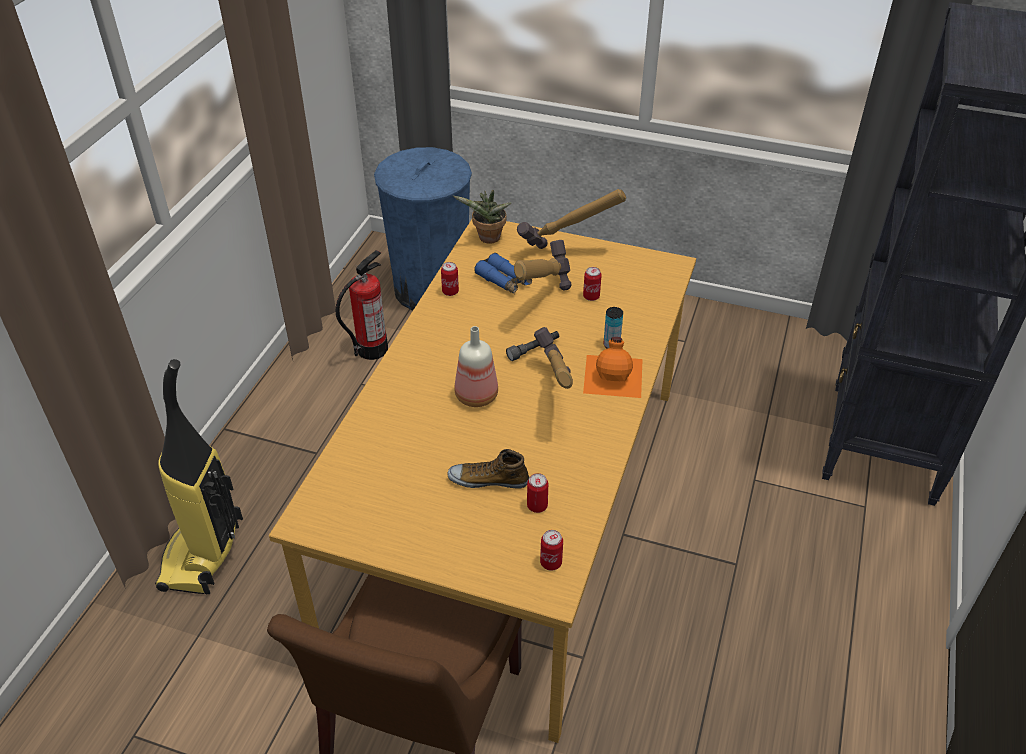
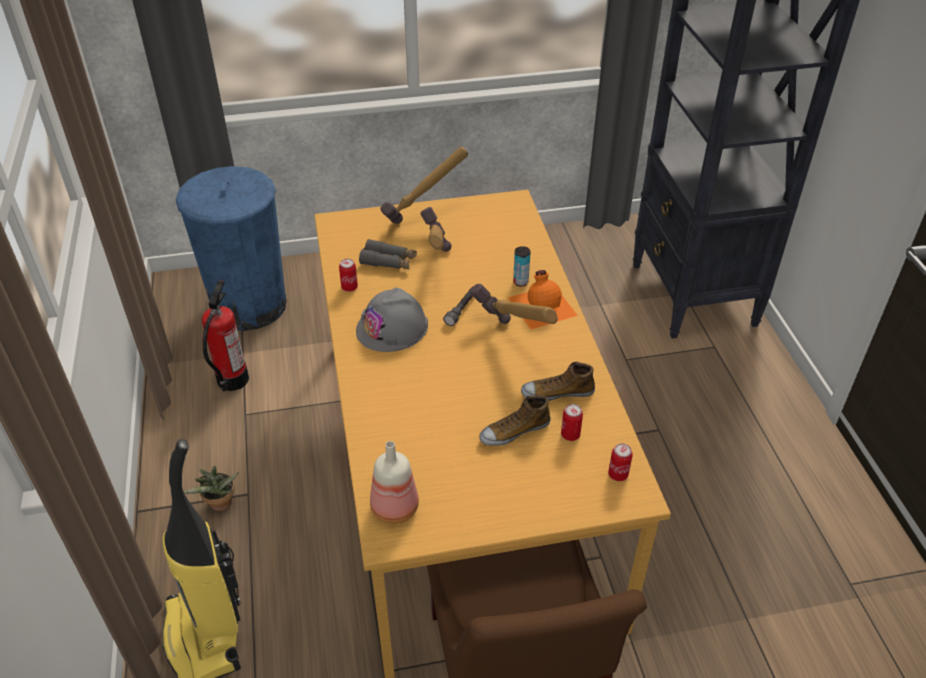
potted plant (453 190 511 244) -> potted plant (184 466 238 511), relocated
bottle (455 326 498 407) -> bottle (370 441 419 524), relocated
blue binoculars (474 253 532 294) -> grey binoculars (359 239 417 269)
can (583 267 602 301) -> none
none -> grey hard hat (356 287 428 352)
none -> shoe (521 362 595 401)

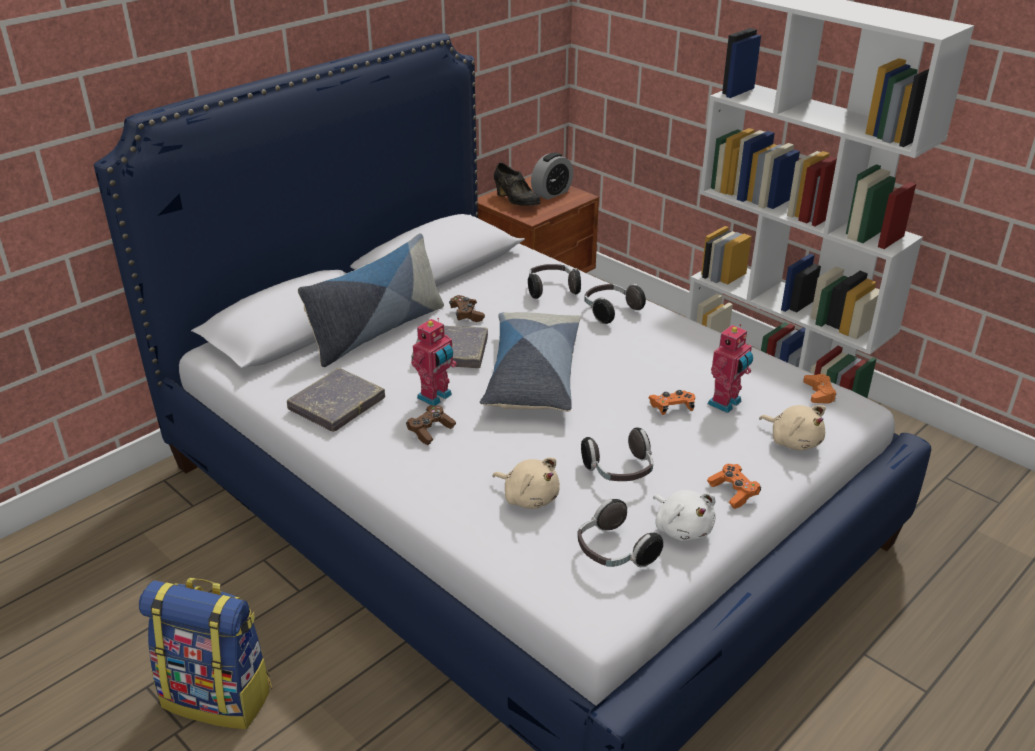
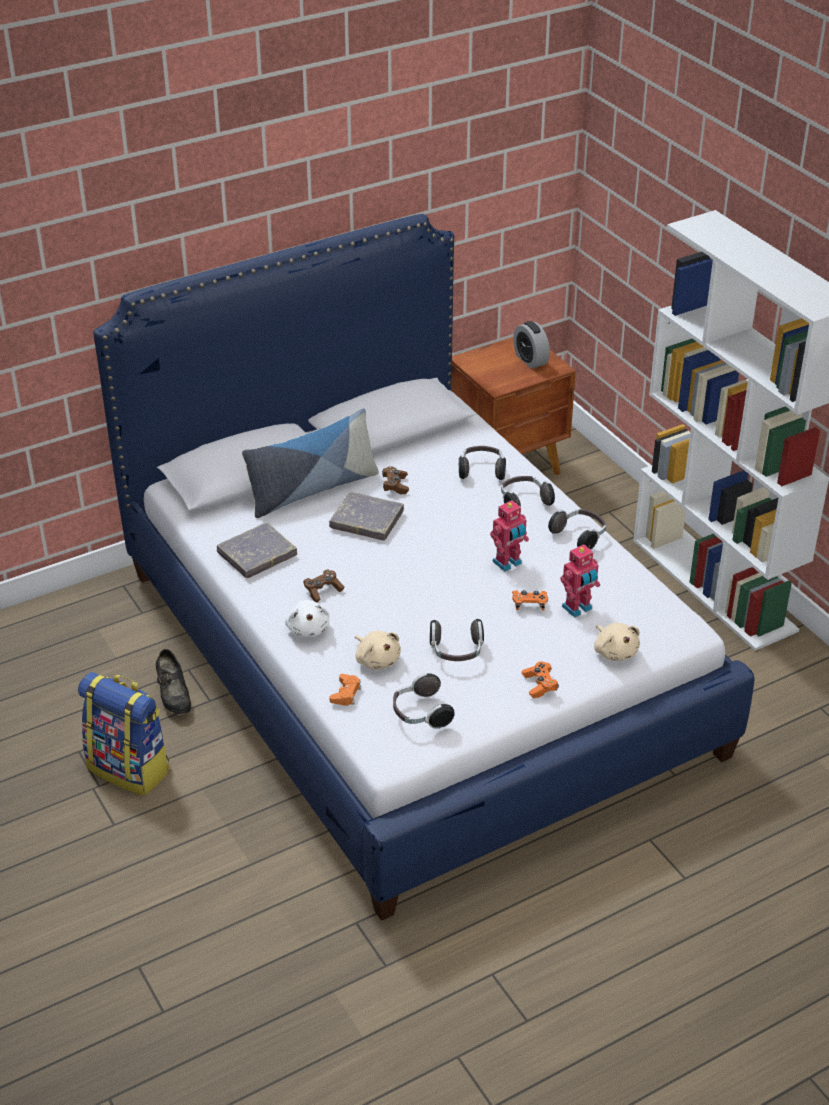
toy robot (411 318 457 406) -> toy robot (490 501 529 572), relocated
pillow (480 312 580 412) -> none
black shoe (494 163 540 206) -> black shoe (156 649 191 714), relocated
alarm clock (531 152 573 200) -> alarm clock (513 321 550 369), 90 degrees clockwise
white plush toy (653 490 716 541) -> white plush toy (285 600 329 637), relocated
orange game controller (803 374 837 404) -> orange game controller (330 674 361 706), relocated
none -> headphones (548 509 606 550)

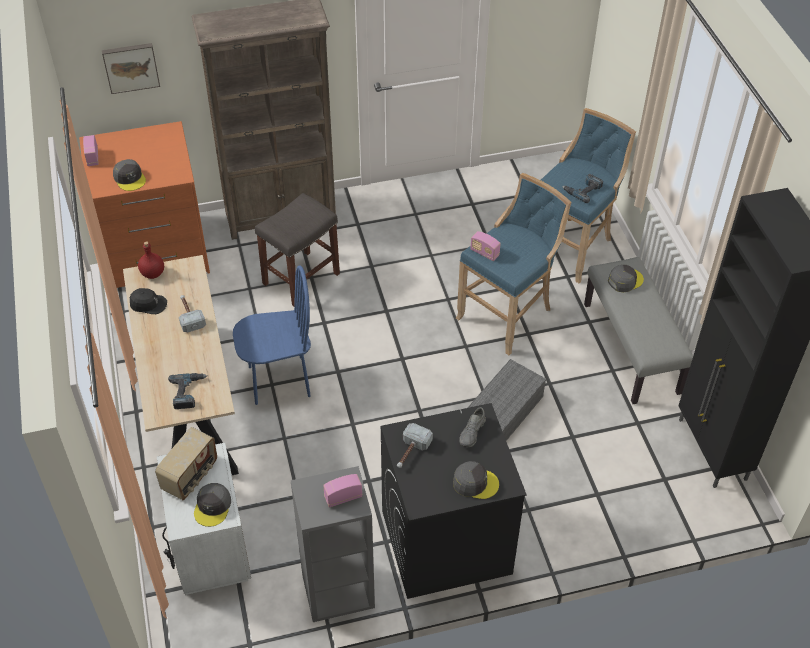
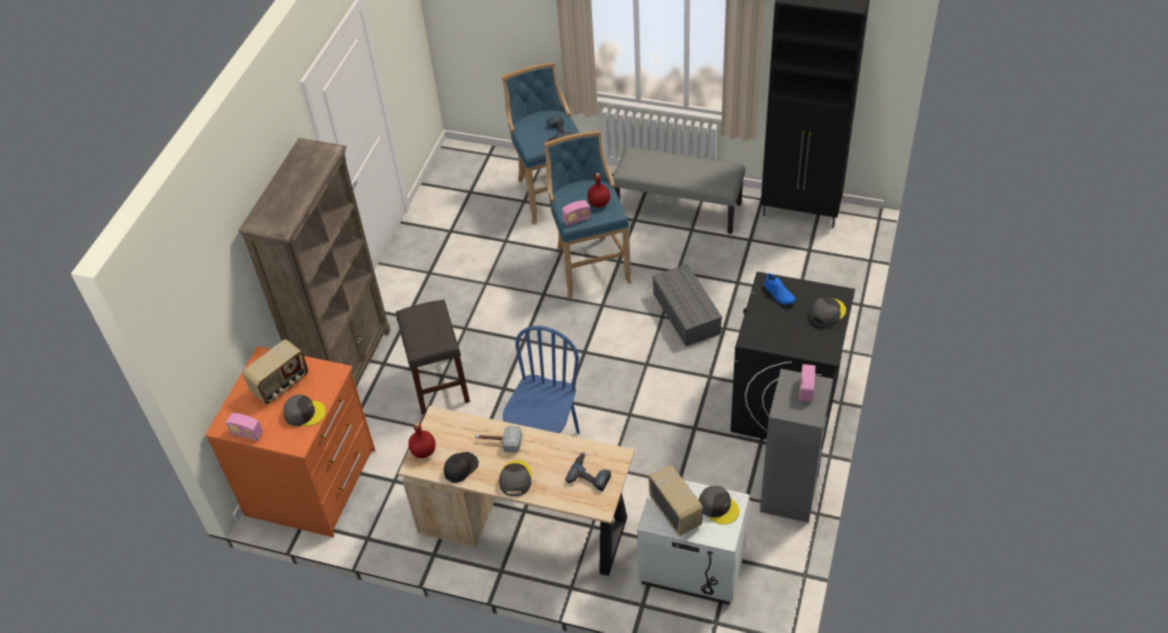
picture (102 43 160 94) -> none
hammer (397 423 433 468) -> none
grey shoe (459 407 486 447) -> blue shoe (764 273 795 305)
grey cap (608 265 644 292) -> grey cap (499 460 532 496), relocated
none -> radio (242 339 308 404)
none -> red bottle (587 173 610 207)

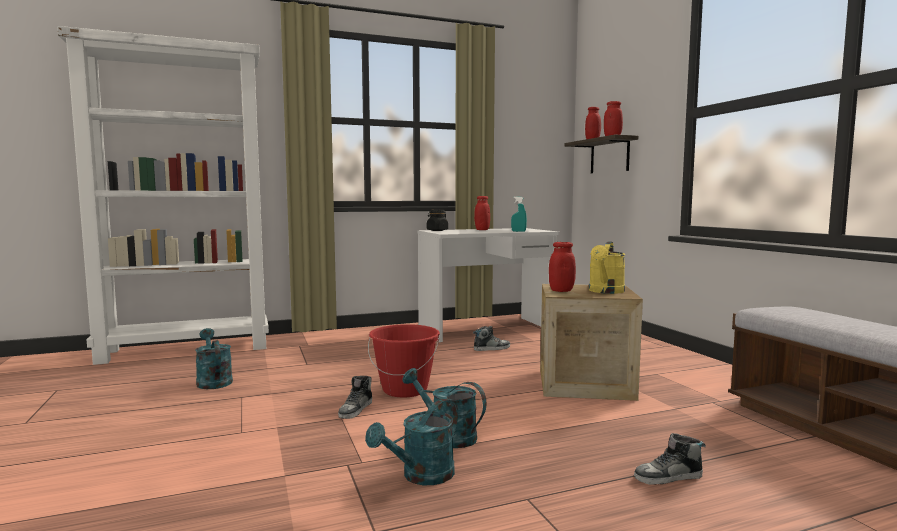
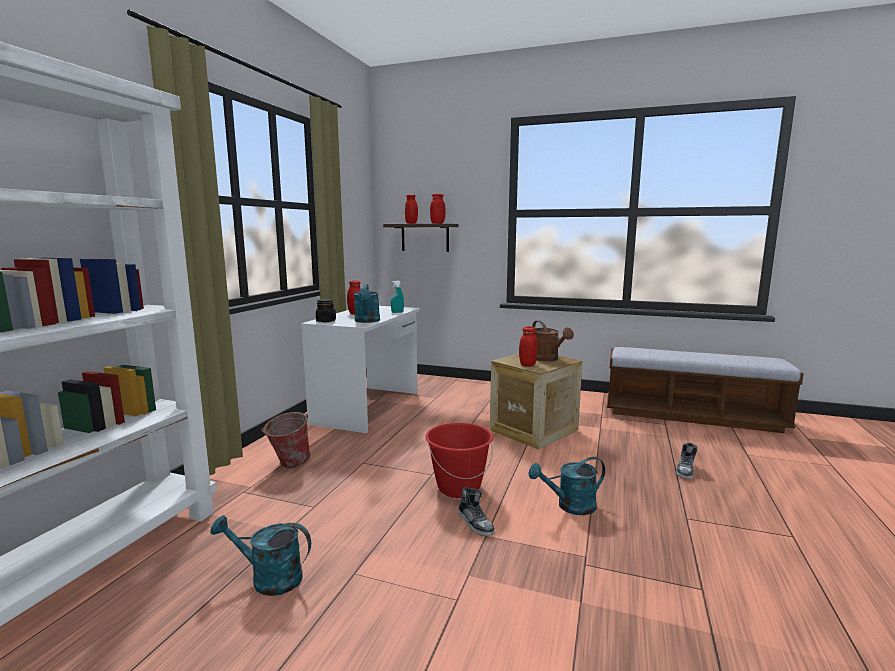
turquoise watering can (365 398 458 485) -> turquoise watering can (354 284 380 323), relocated
shoe (473 326 510 351) -> none
yellow watering can (589 242 625 294) -> brown watering can (532 321 574 361)
none -> bucket (262 412 311 468)

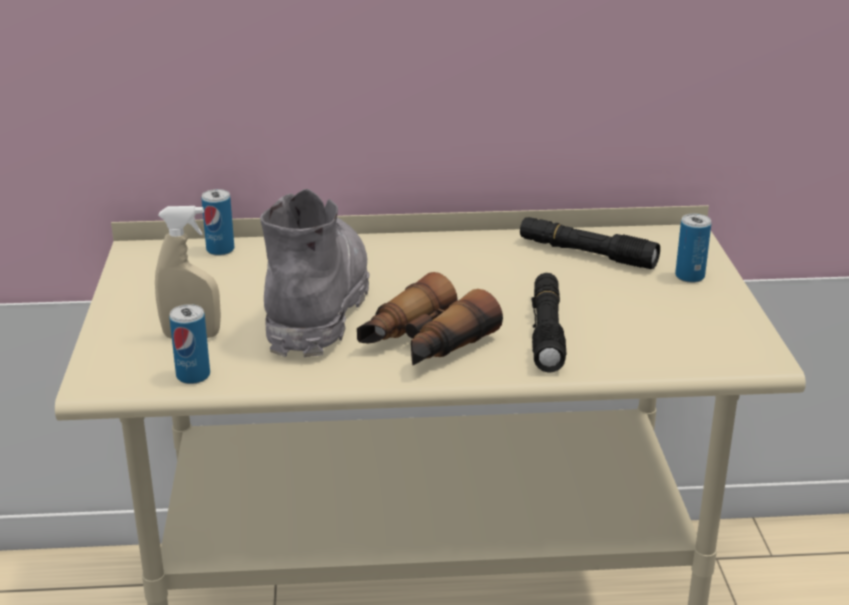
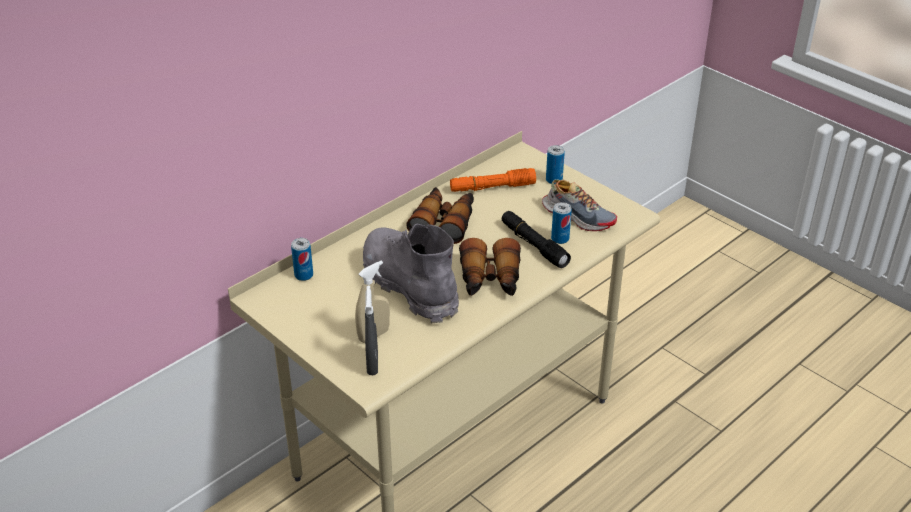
can (169 304 210 384) -> can (551 202 572 244), relocated
black flashlight (520 217 660 269) -> orange flashlight (450 168 536 192)
none -> grey spray bottle (365 285 378 375)
none -> binoculars (406 187 474 244)
none -> shoe (542 180 617 231)

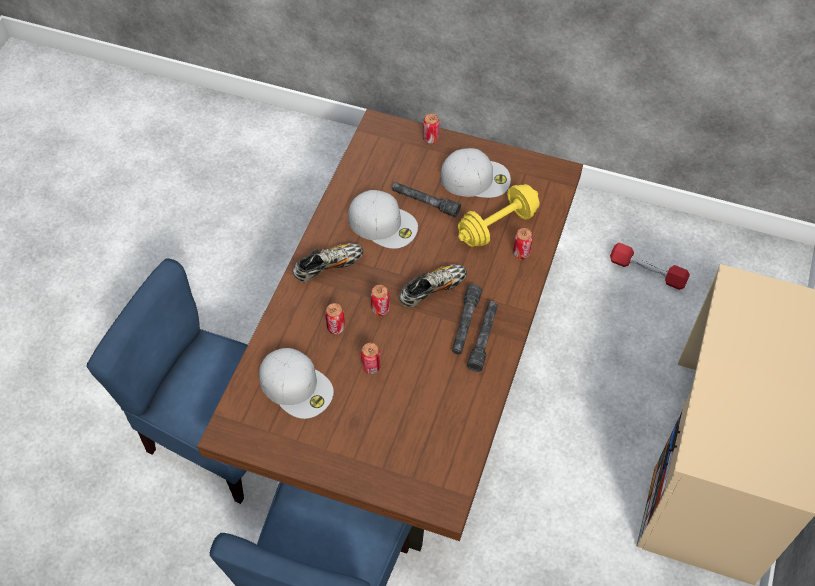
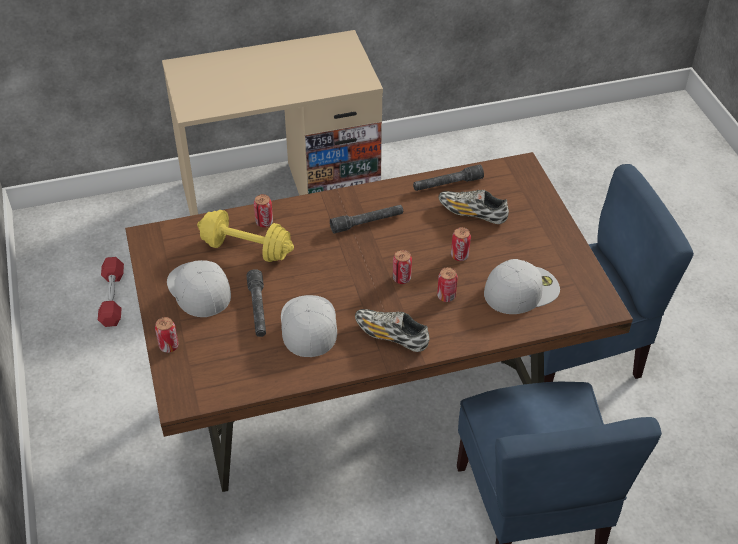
white cap (259 348 334 419) -> white cap (484 259 560 314), 60 degrees clockwise
shoe (399 265 467 308) -> shoe (438 190 509 224), relocated
grey flashlight (467 301 498 372) -> grey flashlight (413 164 484 191), relocated

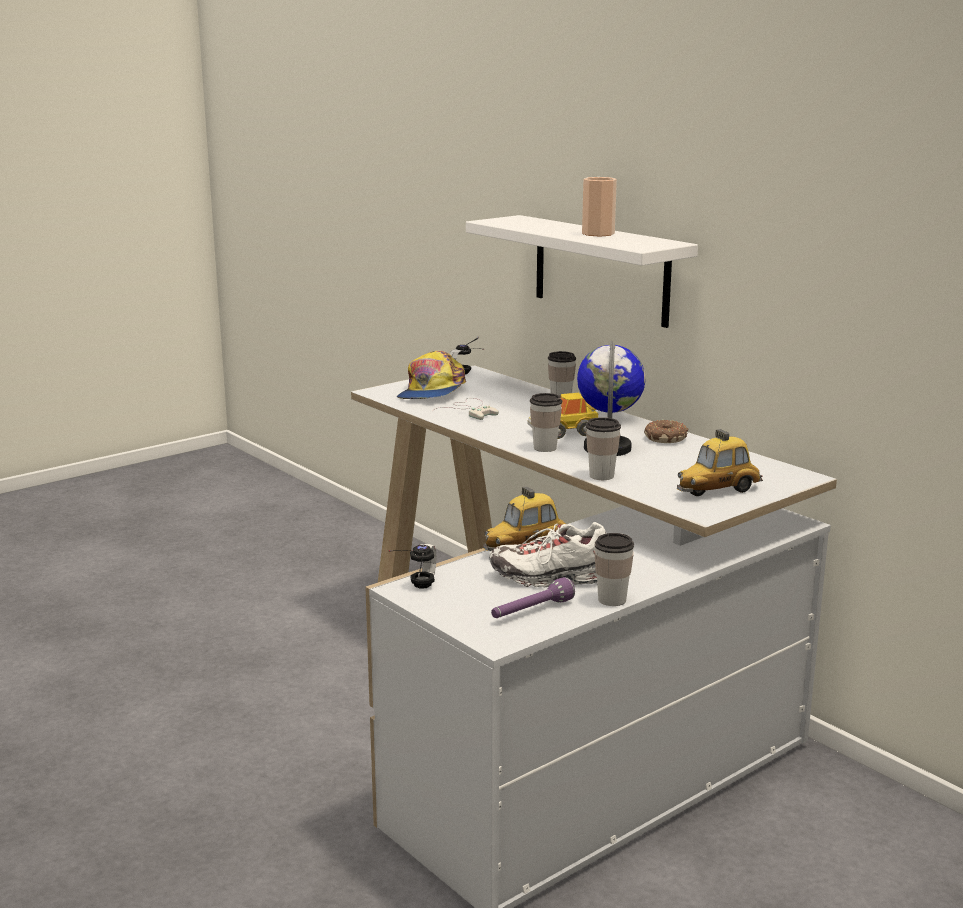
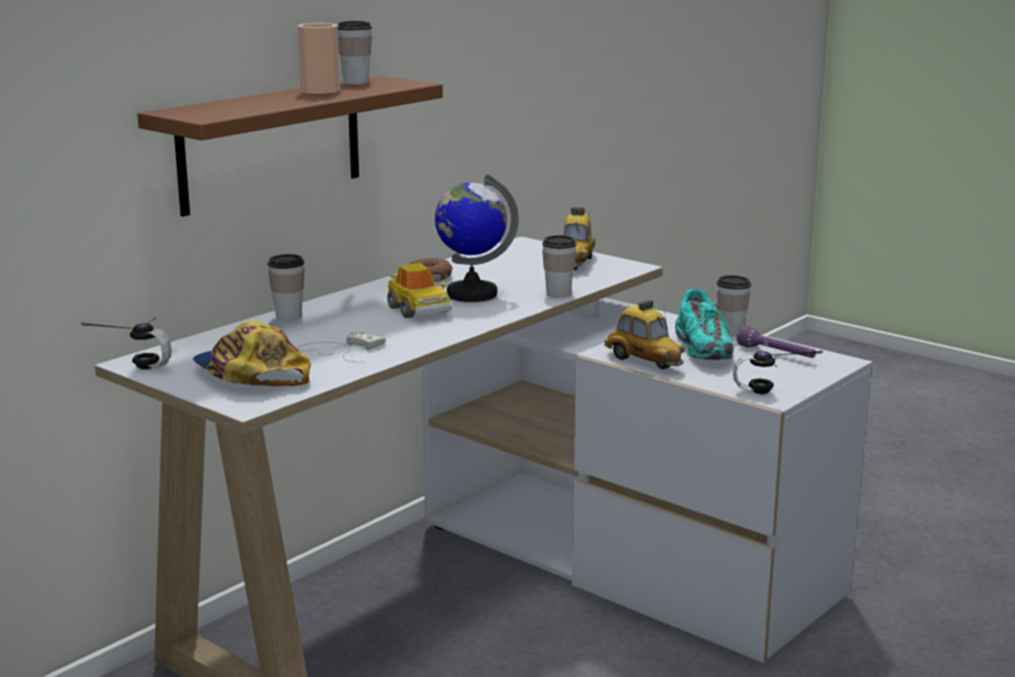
cap (397 351 466 399) -> cap (193 321 311 386), 135 degrees counterclockwise
white shelf (466 215 698 328) -> brown shelf (137 76 443 217)
white shoe (489 522 607 587) -> turquoise shoe (675 289 734 360)
cup (530 393 562 452) -> cup (338 21 372 85), relocated
toy car (677 429 763 496) -> toy car (564 207 595 270), 45 degrees clockwise

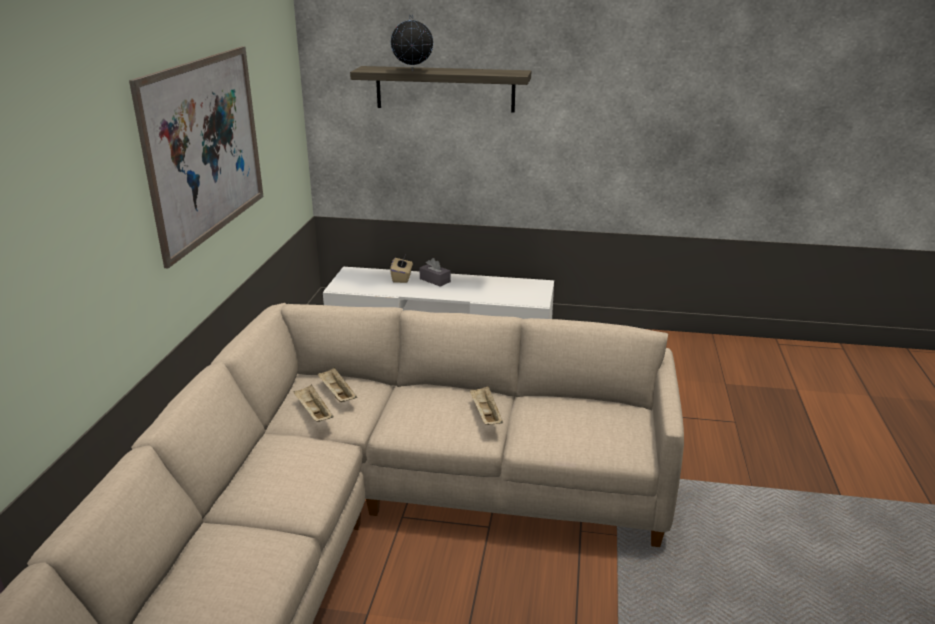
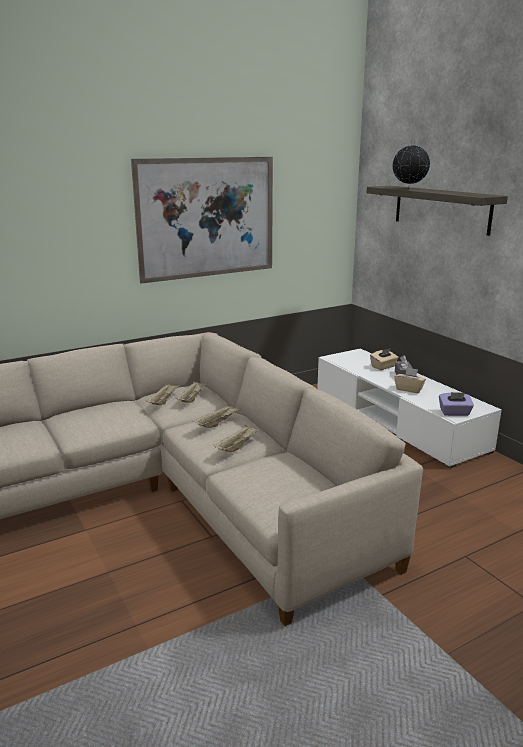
none -> beige tray (193 404 241 428)
none -> beige tissue box (394 367 426 393)
none -> purple tissue box (439 392 474 416)

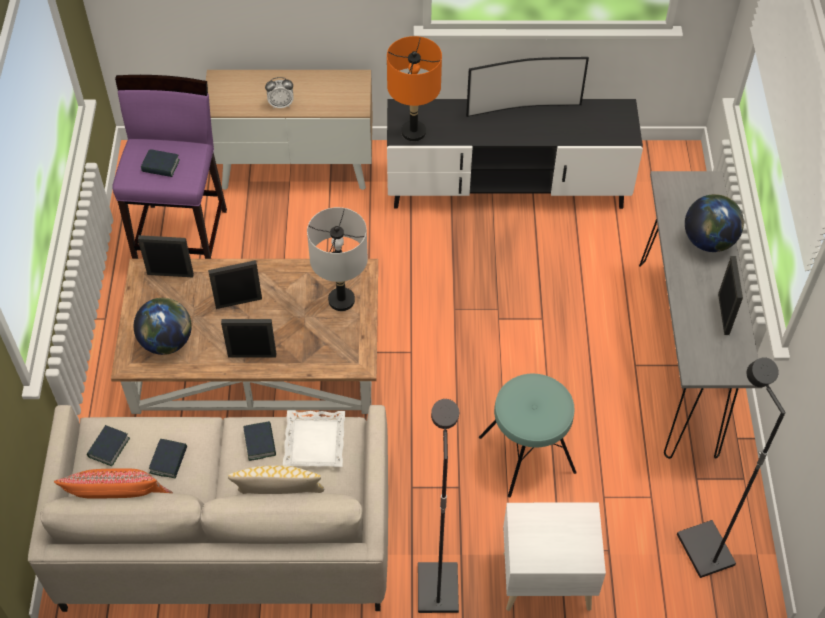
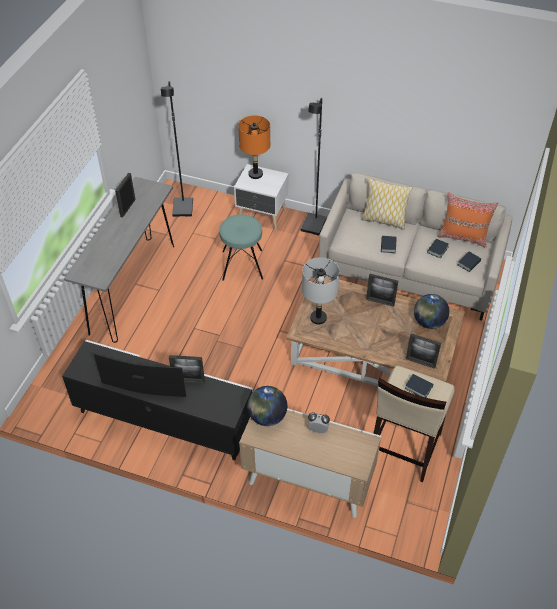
purple stool (112 75 227 259) -> beige stool (374 366 455 482)
picture frame (208 260 262 309) -> picture frame (169 355 205 384), relocated
white tray (283 410 345 467) -> none
orange table lamp (387 36 442 141) -> orange table lamp (238 115 270 179), relocated
globe (685 194 744 252) -> globe (247 386 287 426), relocated

